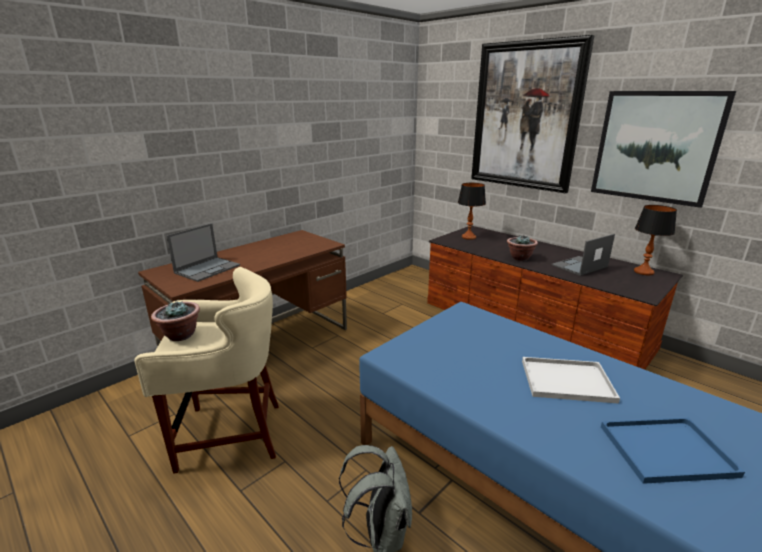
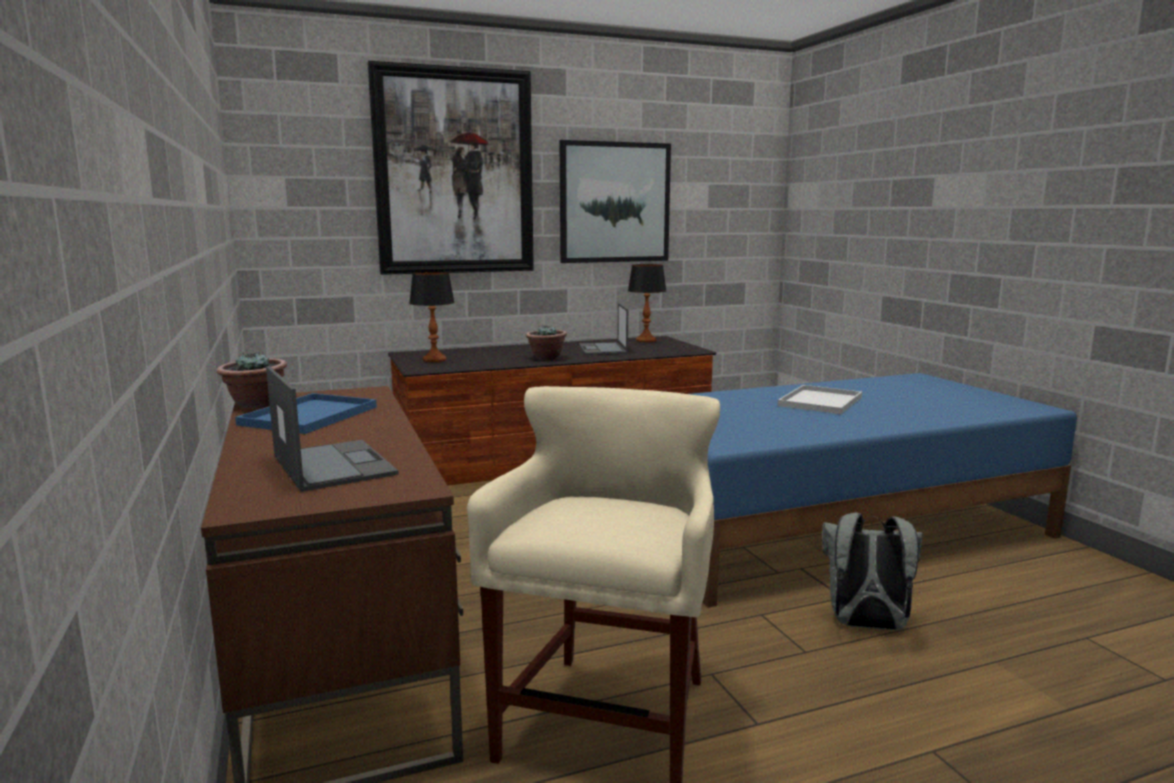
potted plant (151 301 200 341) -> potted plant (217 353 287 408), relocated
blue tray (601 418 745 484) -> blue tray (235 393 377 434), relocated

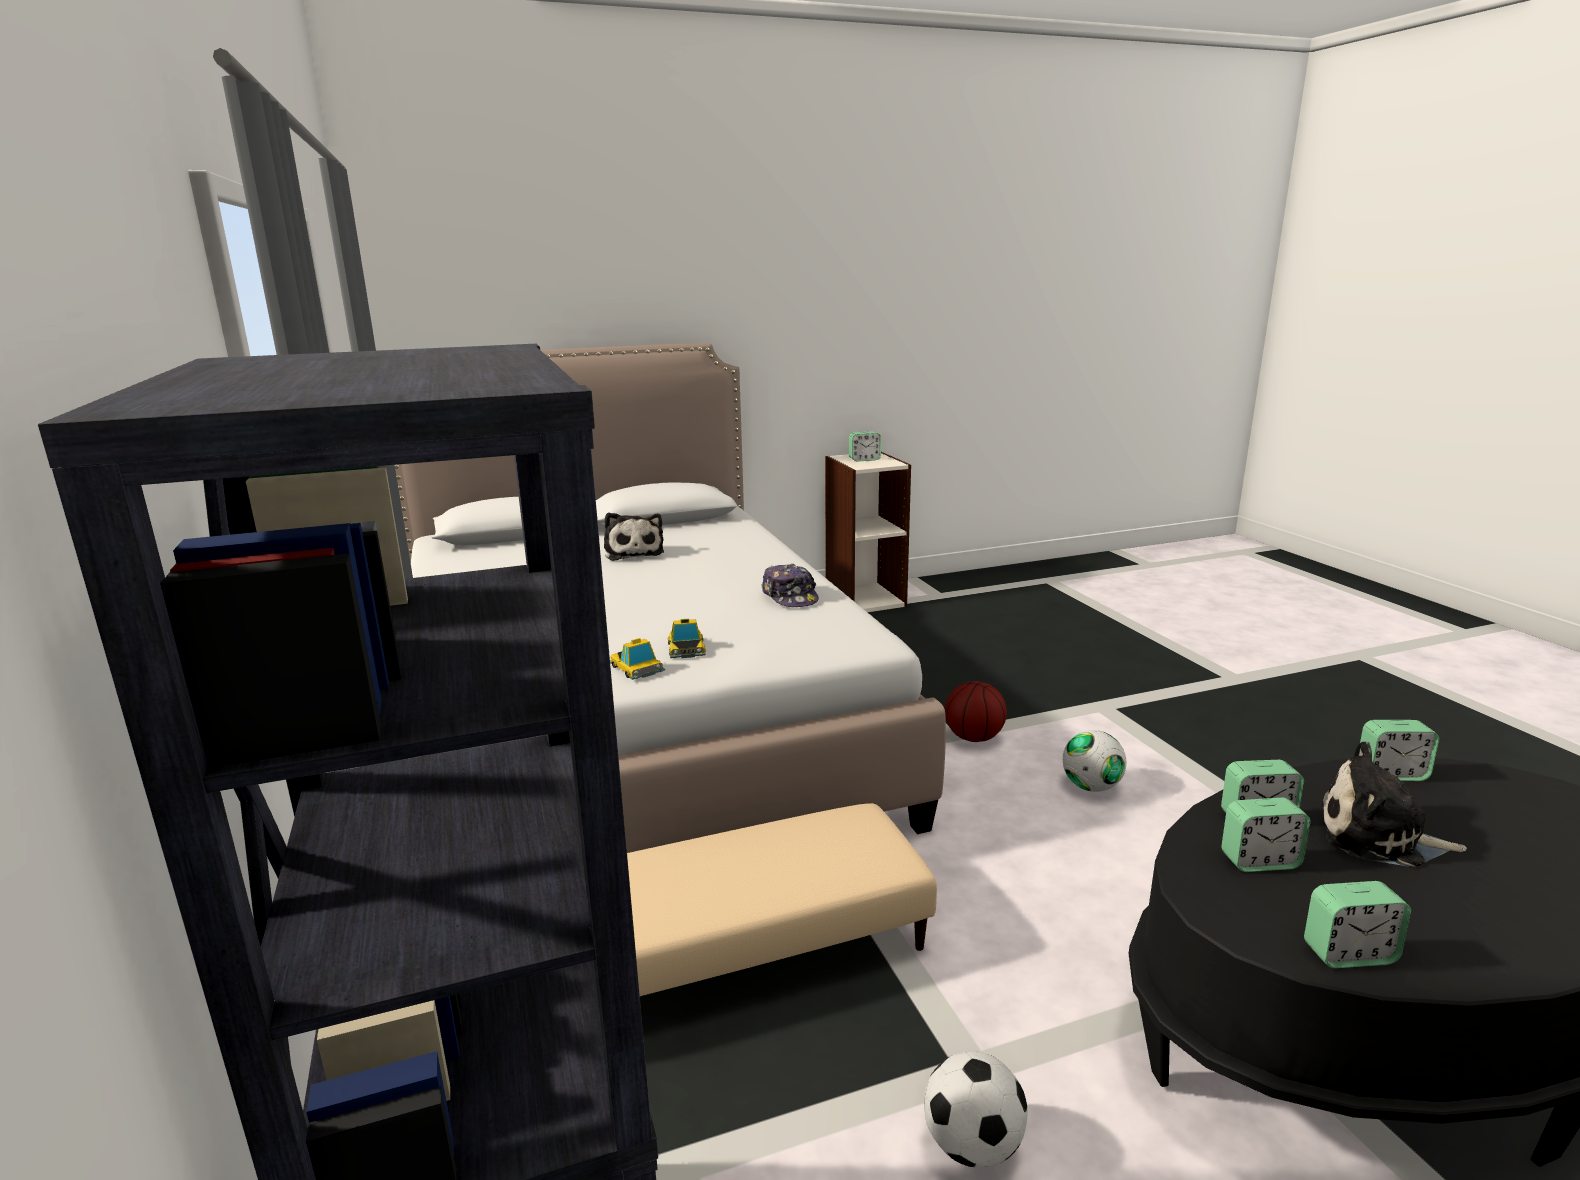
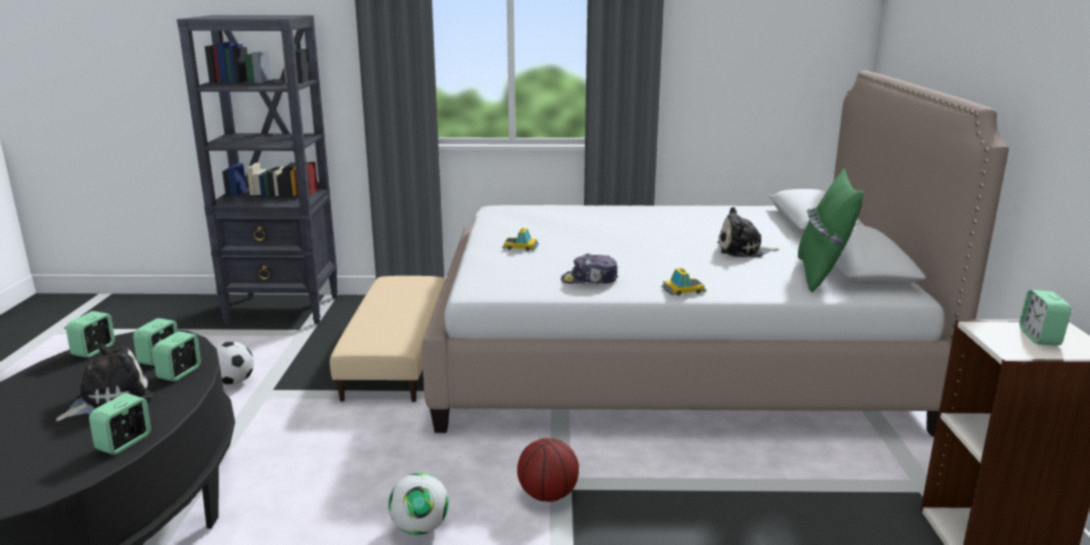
toy car (610 638 665 680) -> toy car (661 268 706 296), relocated
none -> green pillow (798 168 865 293)

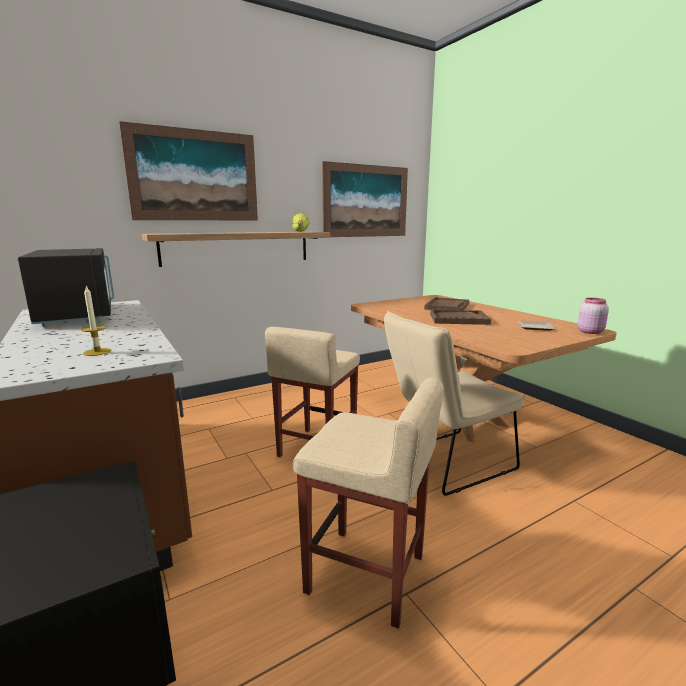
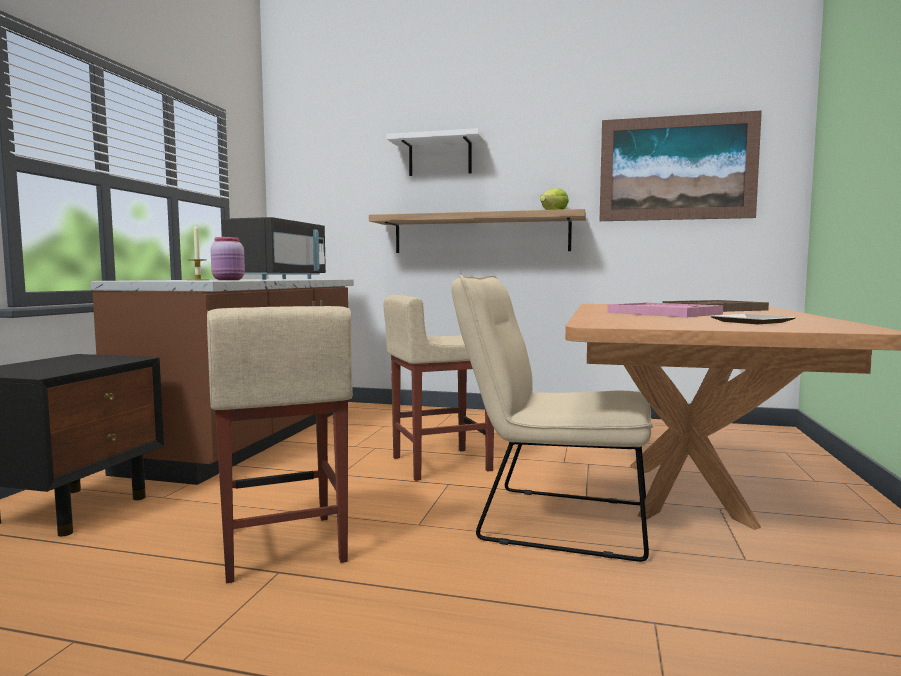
picture (119 121 258 220) -> white shelf (386 128 485 176)
brown tray (430 310 491 325) -> pink tray (607 302 723 317)
pink jar (577 298 609 334) -> pink jar (211 237 245 280), relocated

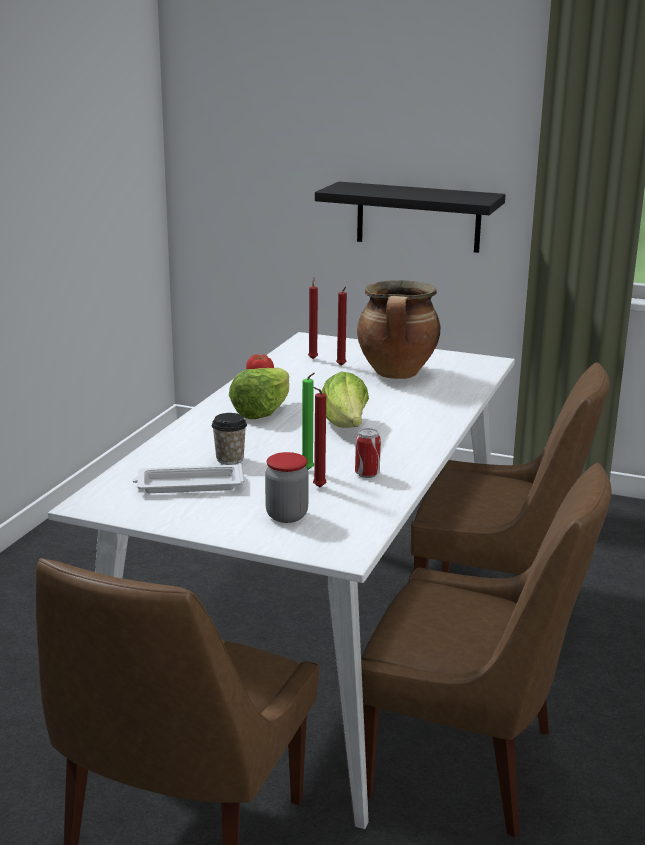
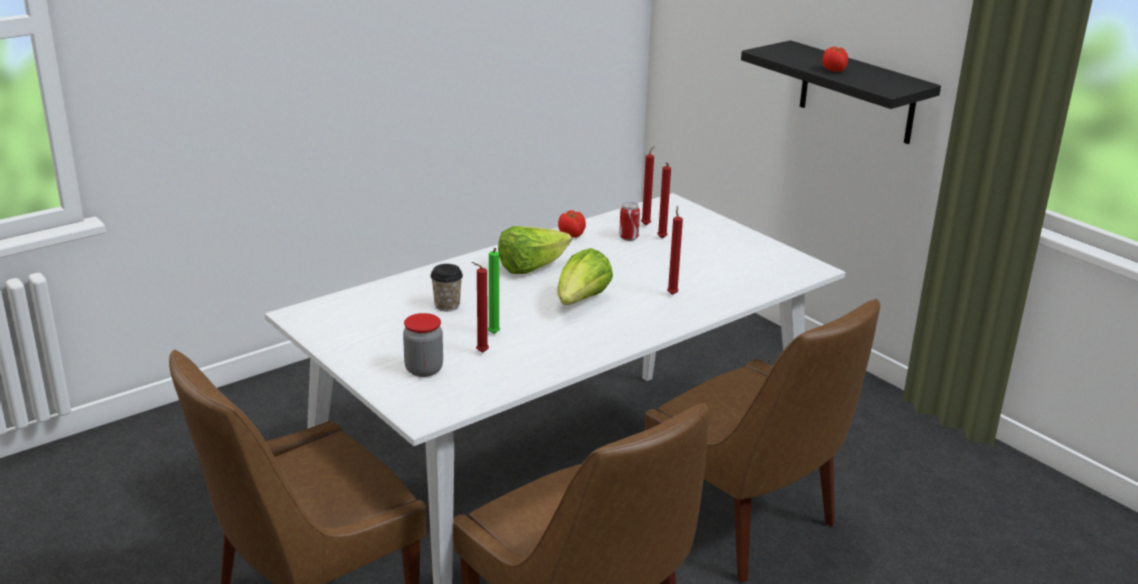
white tray (132 463 244 493) -> none
can (355 428 381 478) -> can (619 202 640 241), relocated
cooking pot (357 280 441 379) -> none
none -> red candle (667 206 683 295)
none -> tomato (823 47 848 72)

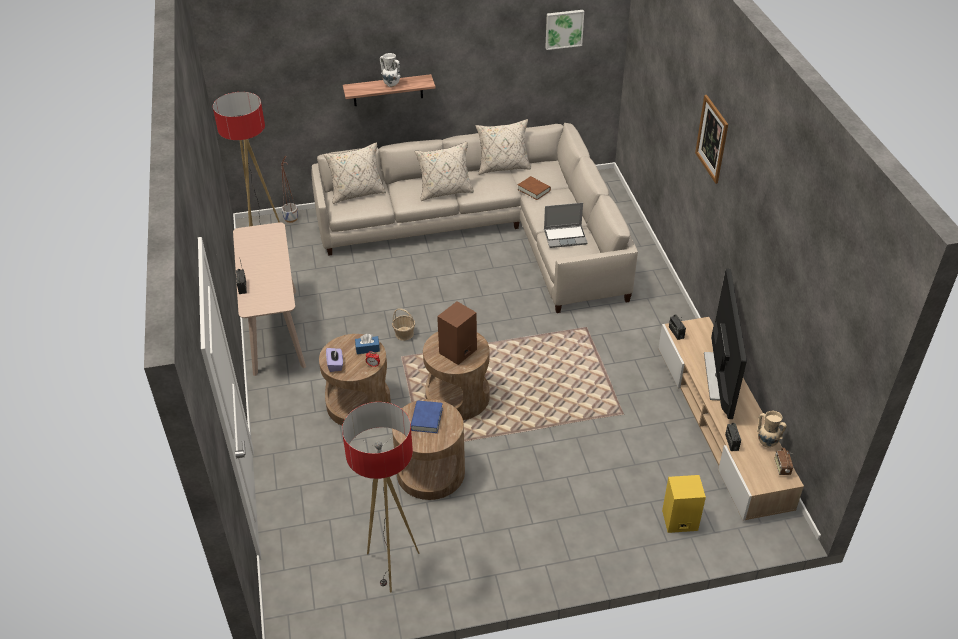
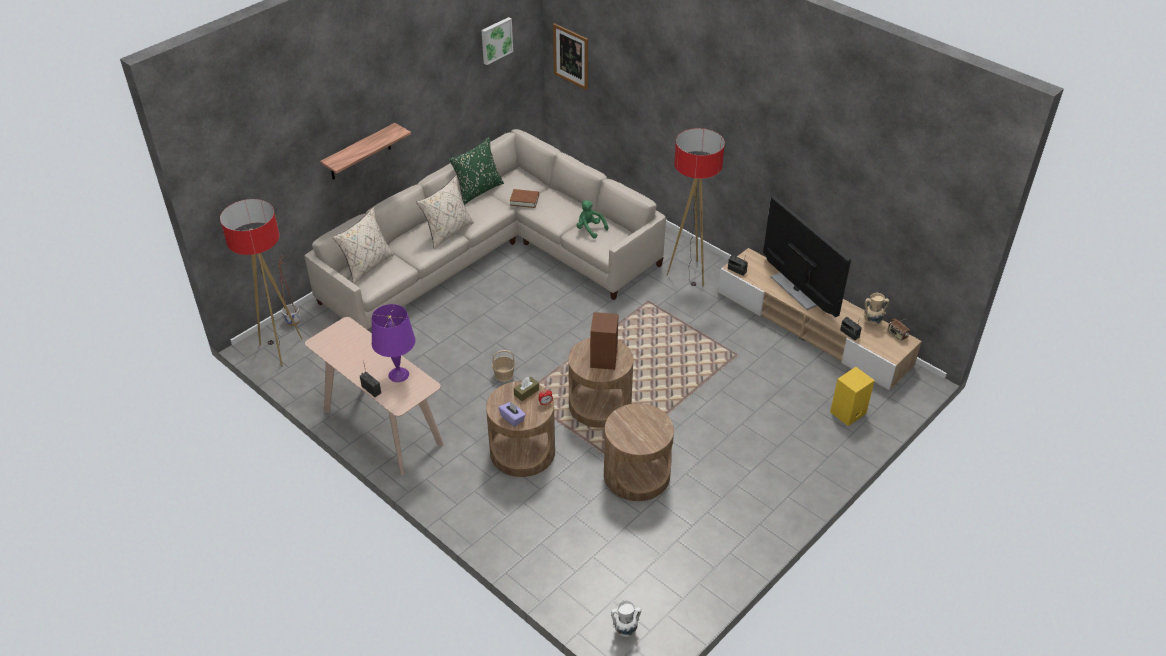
floor lamp (342 402 420 592) -> floor lamp (667 128 725 286), relocated
blue tissue box (355 334 380 354) -> brown tissue box (514 377 539 401)
white vase (380 53 400 87) -> white vase (611 600 641 637), relocated
blue book (411 401 443 433) -> none
beige pillow (476 119 531 175) -> green pillow (448 137 504 205)
laptop (544 203 588 248) -> green plush toy (576 200 608 239)
picture (695 95 728 184) -> picture (553 23 588 90), relocated
none -> purple table lamp (372 304 416 382)

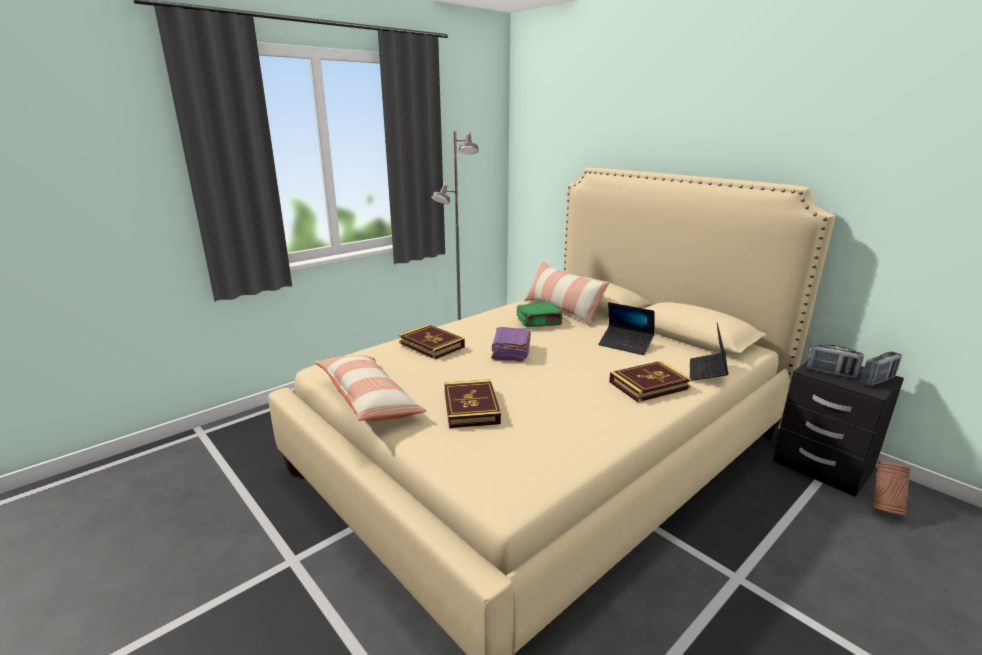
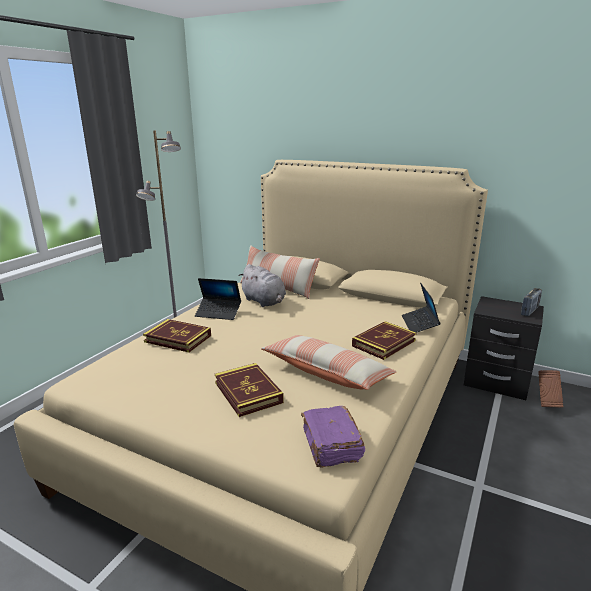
pillow (314 355 426 422) -> pillow (261 335 396 390), relocated
purple book (491 327 531 362) -> purple book (301 406 365 468), relocated
green book (516 302 563 327) -> grey plush toy (238 264 286 307)
laptop (598 302 655 355) -> laptop (195 278 241 320), relocated
radio (807 344 864 379) -> none

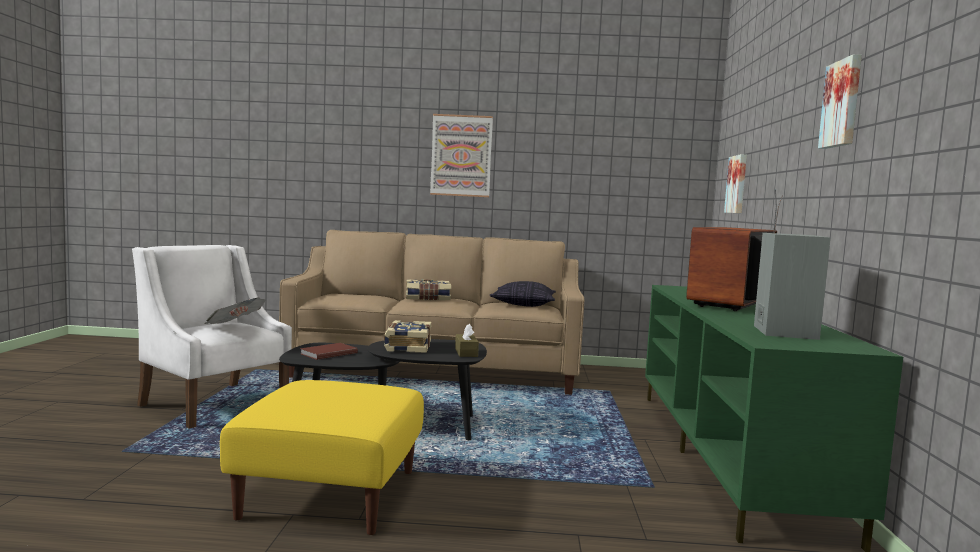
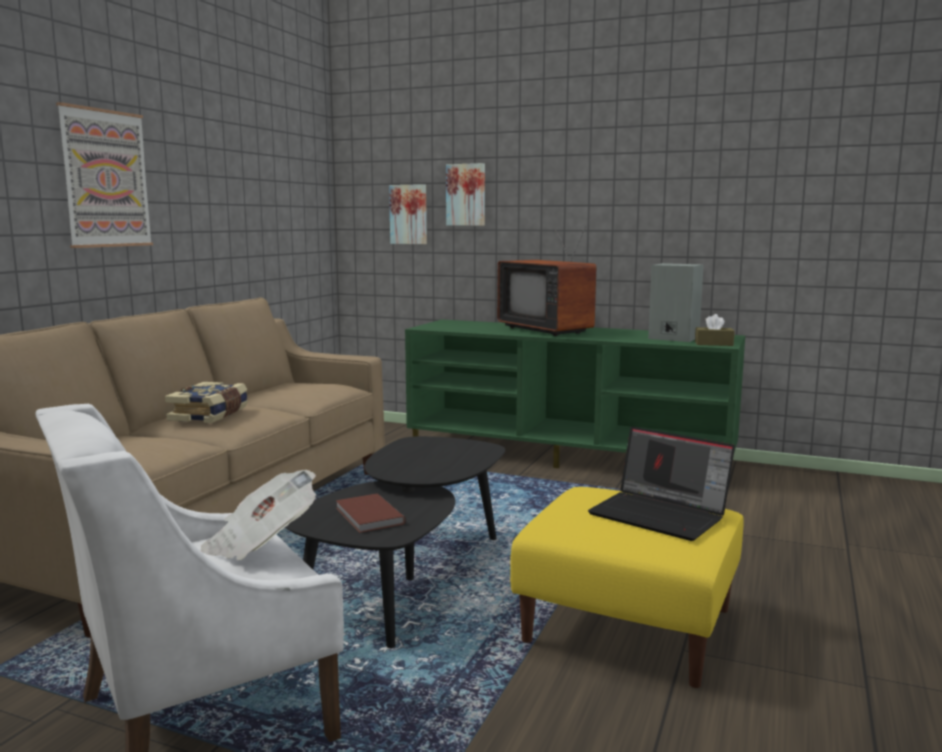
book (384 320 432 353) -> none
brown tissue box (455 324 479 357) -> brown tissue box (695 314 735 346), relocated
pillow (490 281 556 307) -> none
picture (818 54 862 149) -> picture (446 163 485 226), relocated
none -> laptop (588 427 735 541)

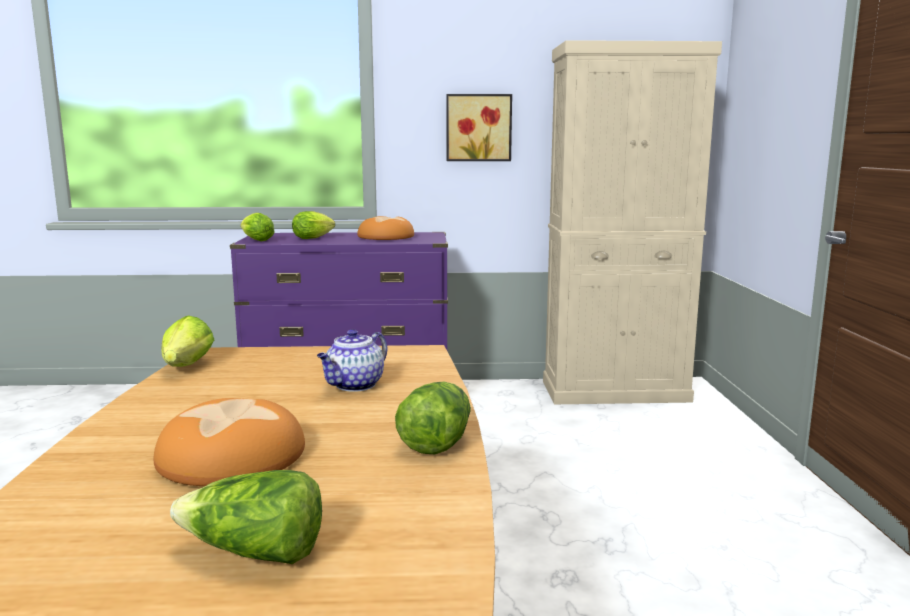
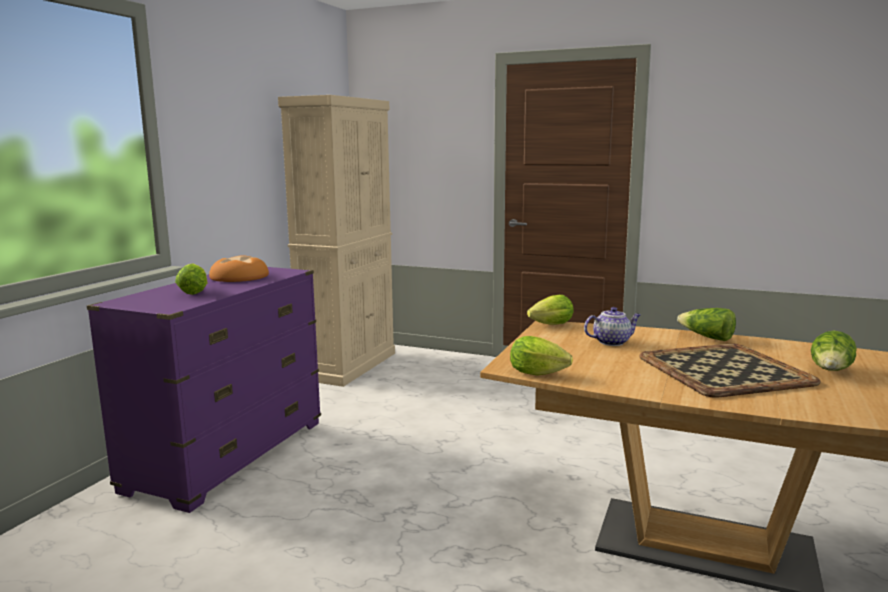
bread (153 398 305 486) -> tray (639 343 821 398)
lettuce (240 213 274 241) -> lettuce (527 295 574 325), relocated
teapot (317 329 387 392) -> teapot (584 307 641 346), 75 degrees counterclockwise
picture (446 94 512 161) -> none

